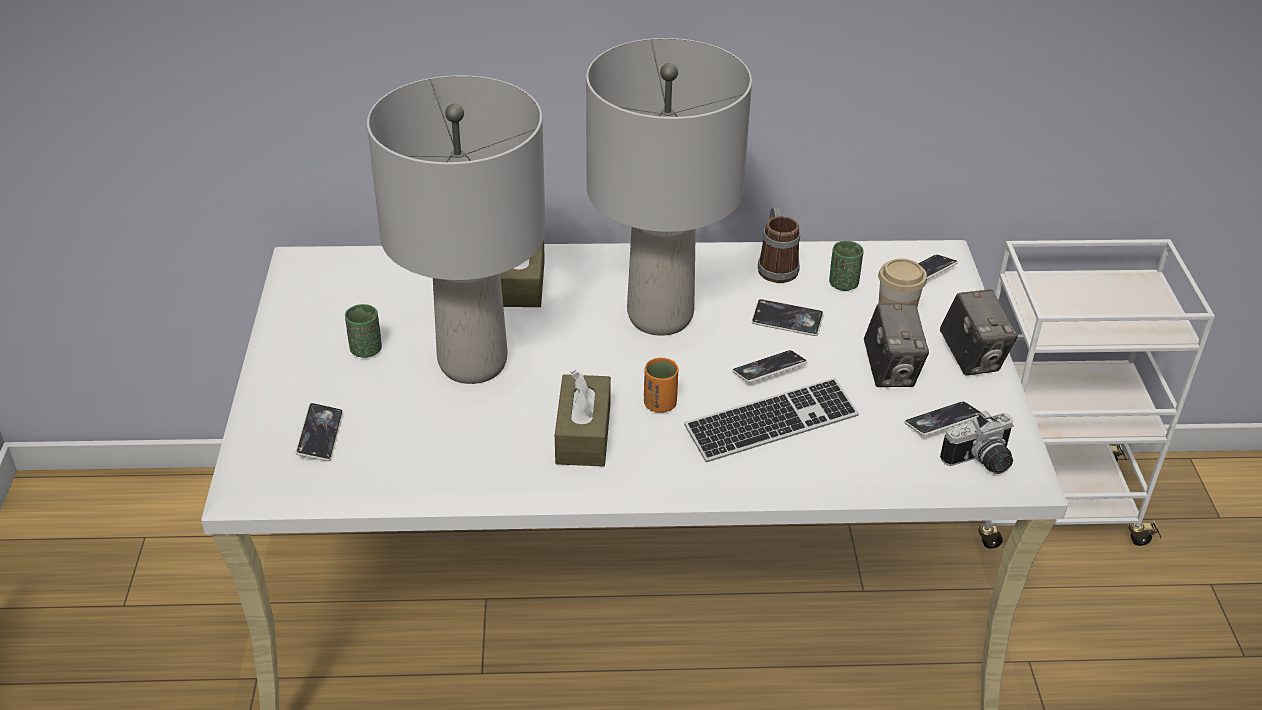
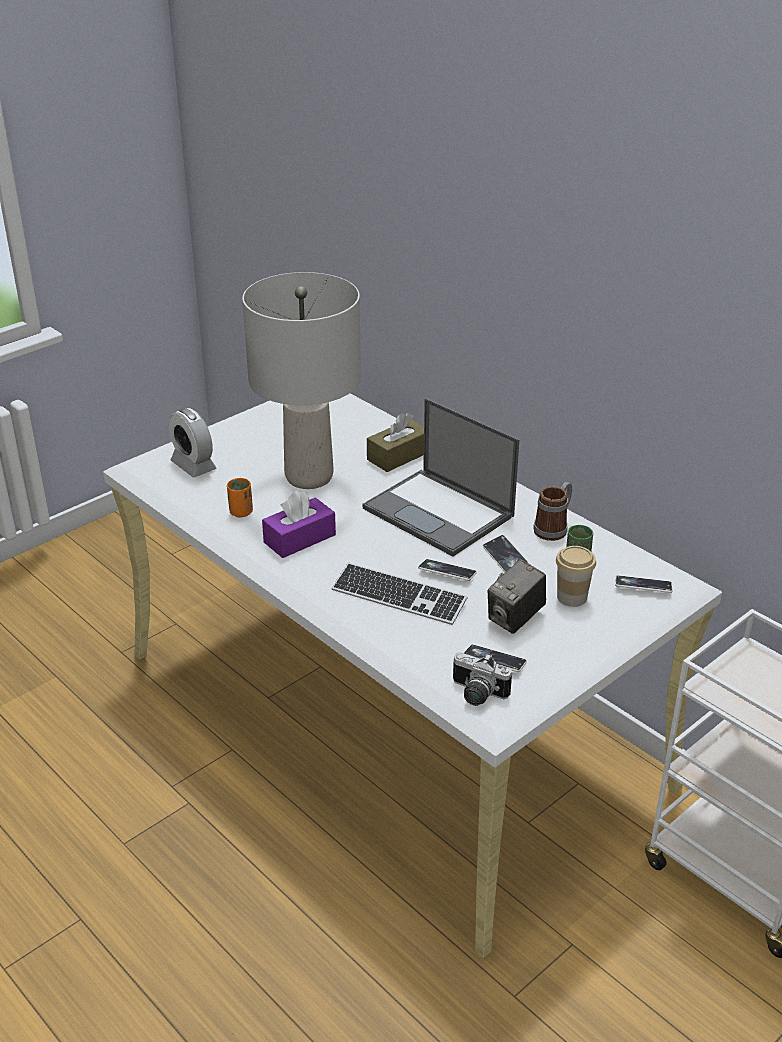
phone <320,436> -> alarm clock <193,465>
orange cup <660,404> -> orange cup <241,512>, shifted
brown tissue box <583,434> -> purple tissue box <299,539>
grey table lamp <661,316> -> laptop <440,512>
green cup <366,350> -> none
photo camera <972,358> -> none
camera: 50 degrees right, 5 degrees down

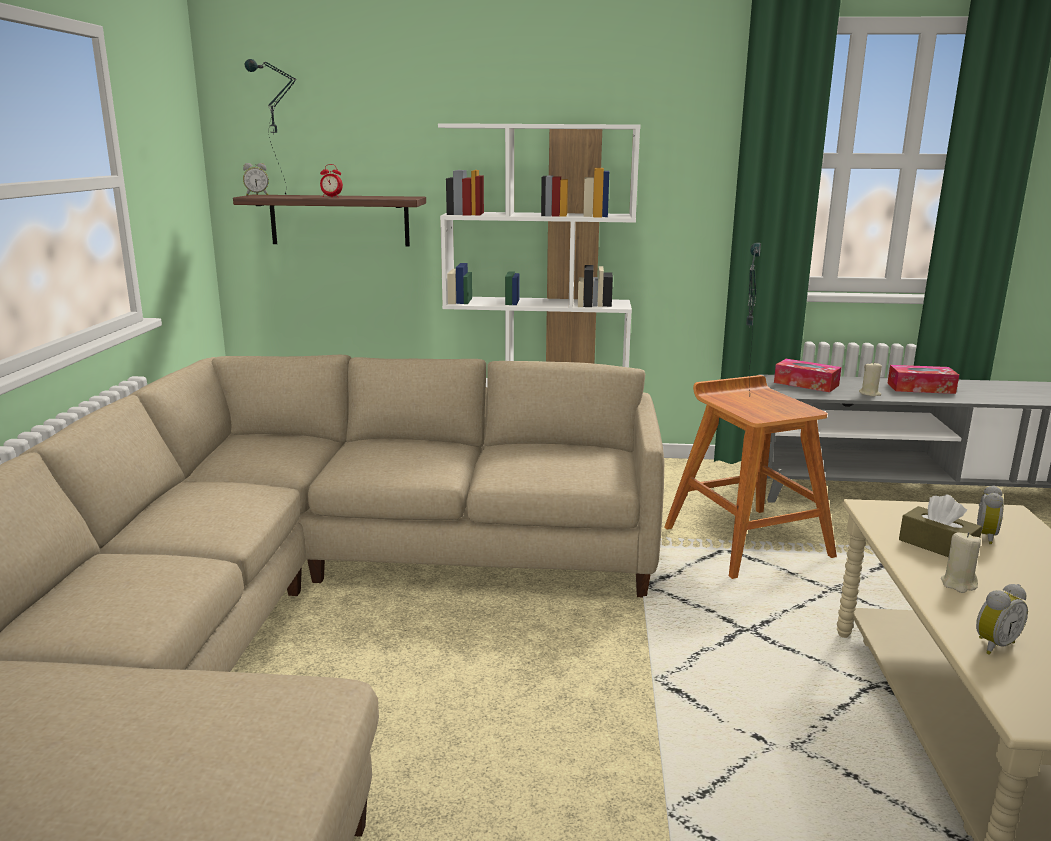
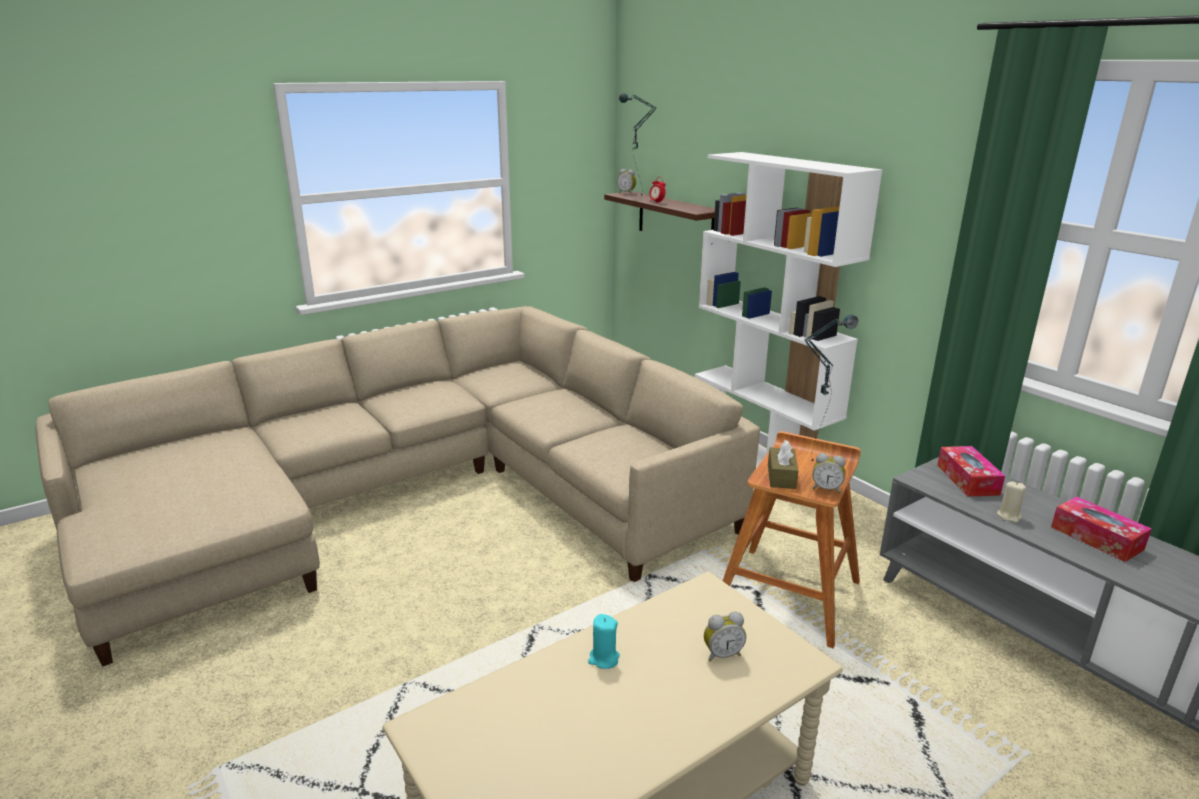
beige candle <958,584> -> turquoise candle <603,659>
brown tissue box <937,546> -> brown tissue box <781,476>, shifted
alarm clock <992,644> -> alarm clock <826,489>, shifted
camera: 50 degrees right, 5 degrees up

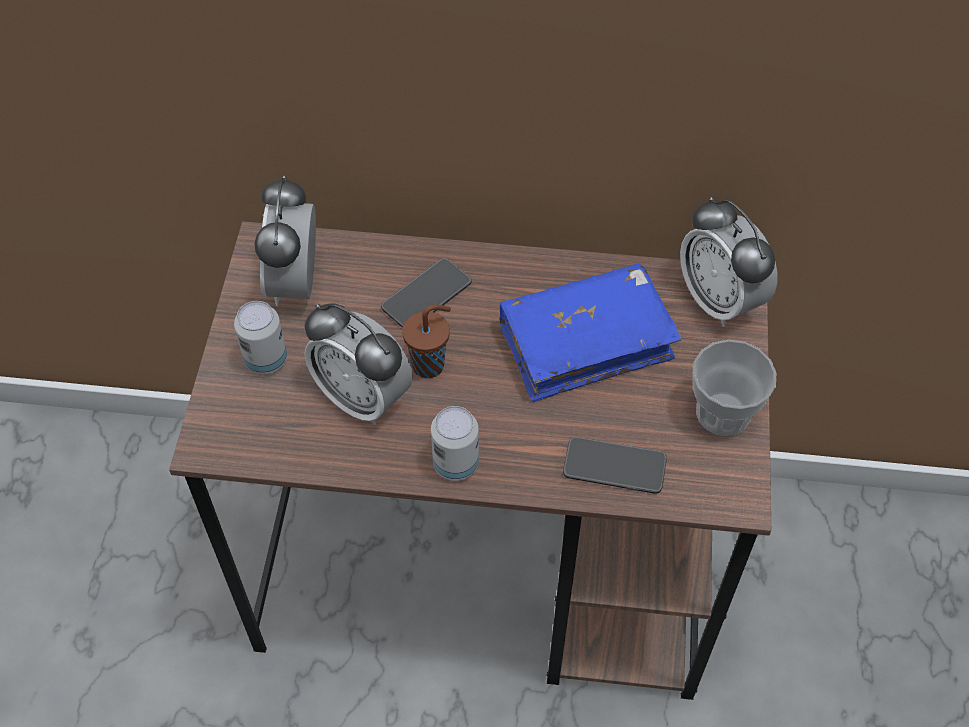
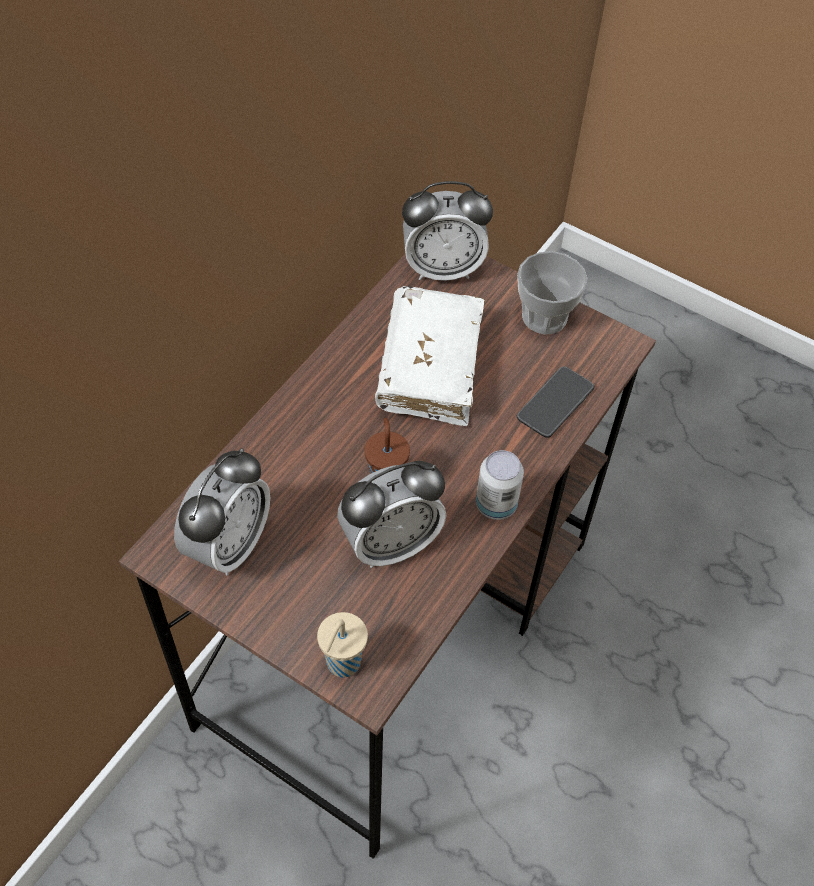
alarm clock <295,283> -> alarm clock <229,545>, 90 degrees counterclockwise
none -> beige cup <342,664>
blue book <586,342> -> white book <430,367>
can <266,360> -> none
phone <426,295> -> none
camera: 65 degrees left, 0 degrees up

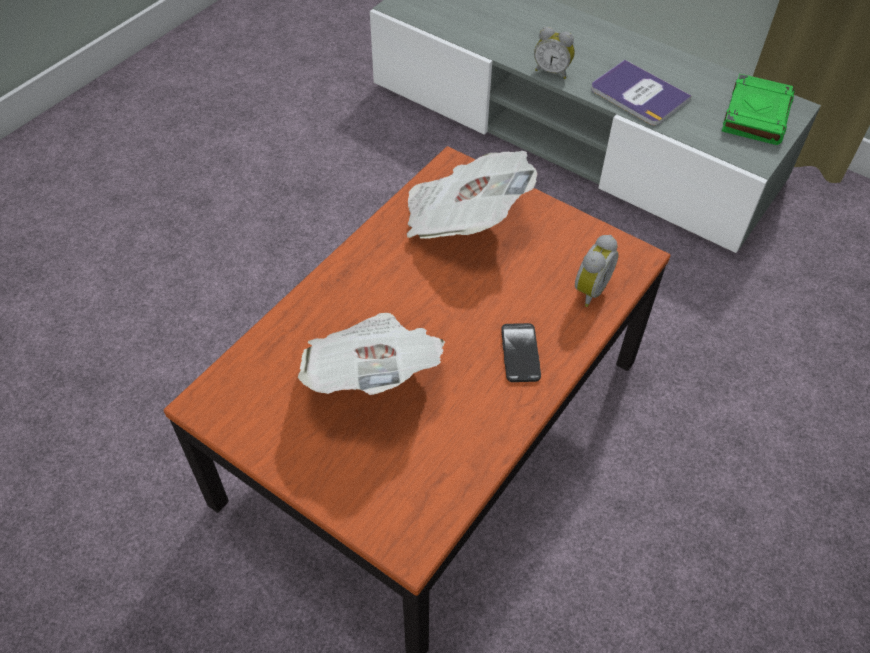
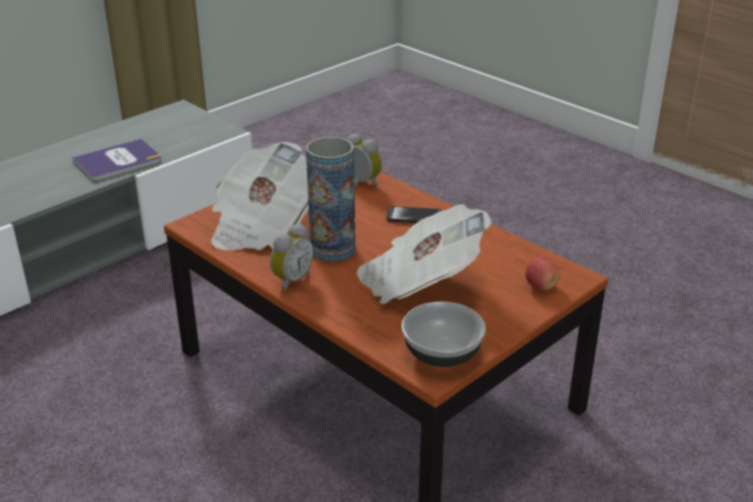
alarm clock <552,71> -> alarm clock <290,280>, shifted
none -> vase <332,249>
none -> bowl <443,354>
none -> apple <541,286>
green book <756,114> -> none
camera: 80 degrees left, 20 degrees down

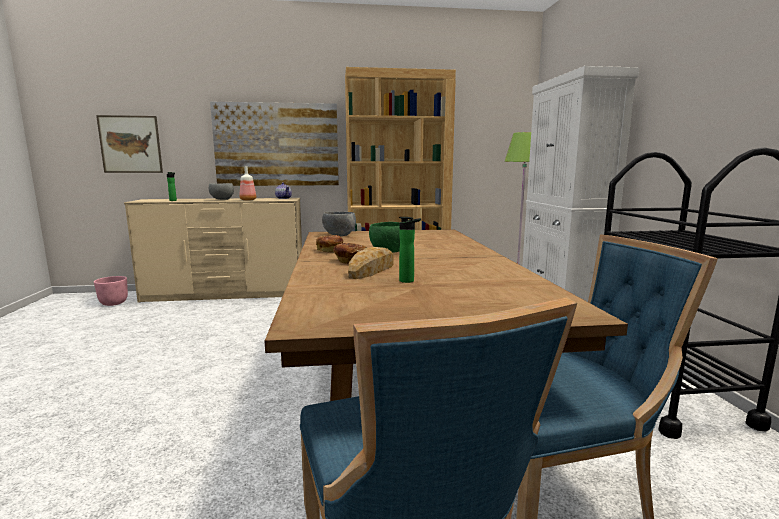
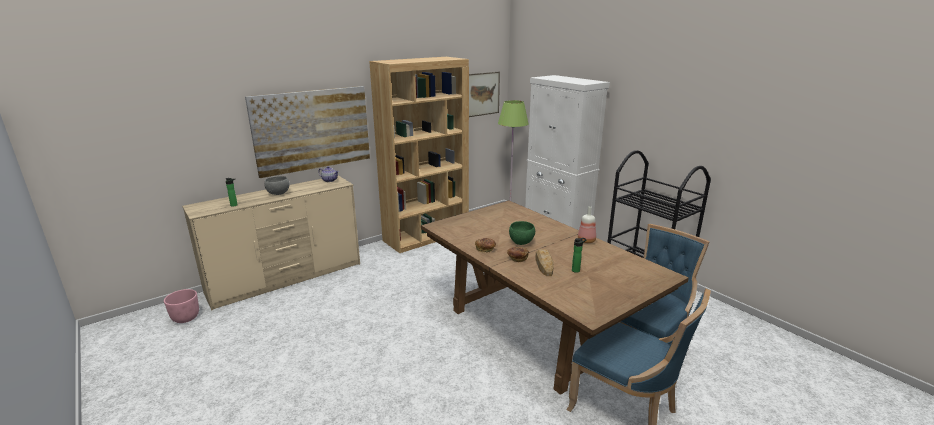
picture <130,144> -> picture <482,94>, shifted
bottle <248,200> -> bottle <587,241>, shifted
grey bowl <339,235> -> none
camera: 30 degrees left, 10 degrees up

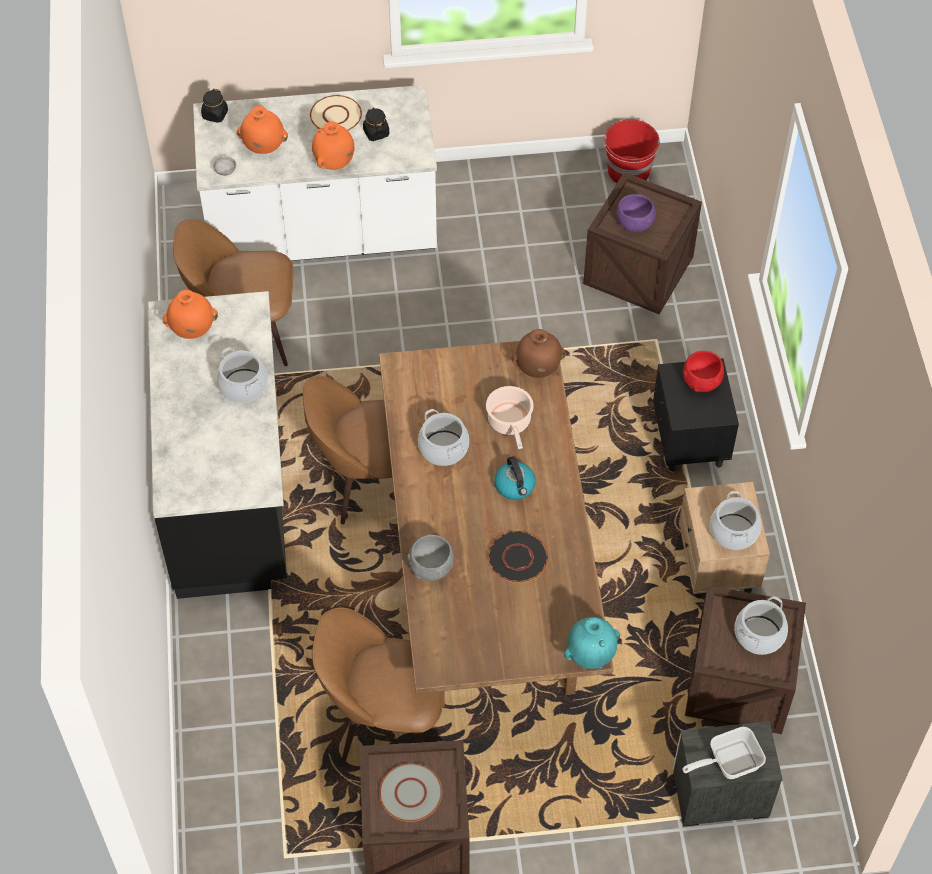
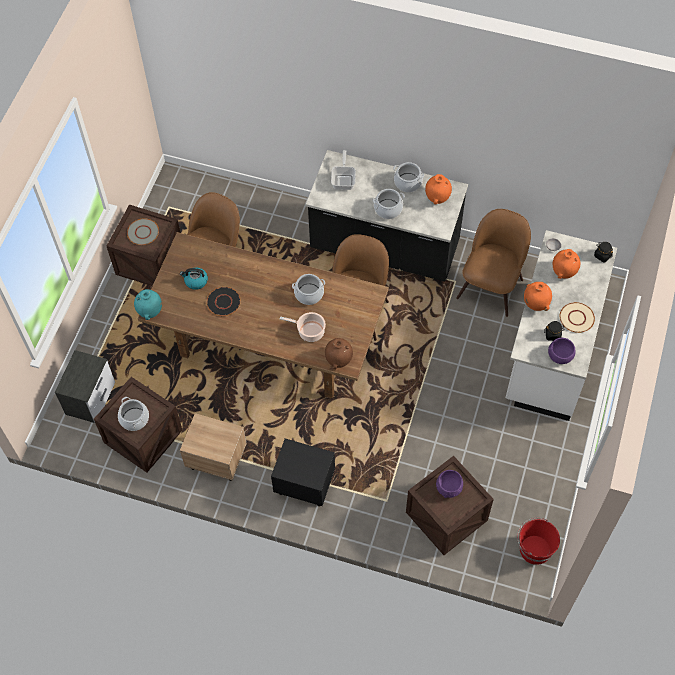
kettle <515,486> -> kettle <195,281>, shifted
frying pan <728,762> -> frying pan <344,179>, shifted
cooking pot <734,531> -> cooking pot <408,183>, shifted
none -> purple bowl <560,356>
grey bowl <432,567> -> none
red bowl <702,381> -> none
camera: 115 degrees right, 5 degrees up

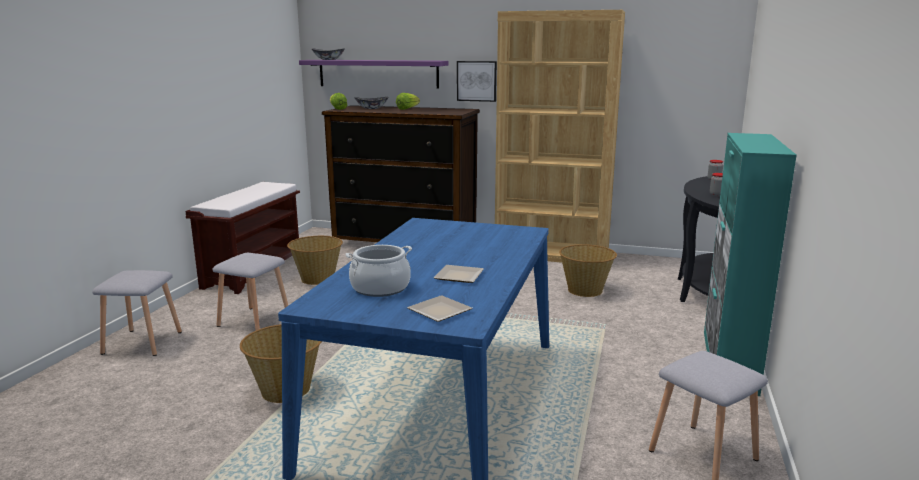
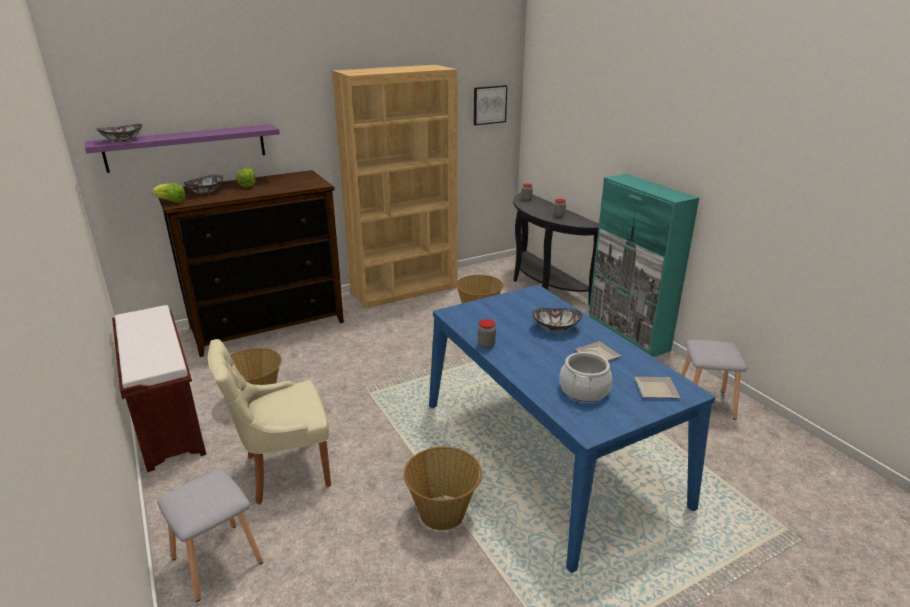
grey stool <254,320> -> beige chair <284,471>
picture <476,81> -> picture <489,105>, shifted
none -> jar <486,345>
none -> bowl <555,328>
camera: 45 degrees left, 10 degrees up

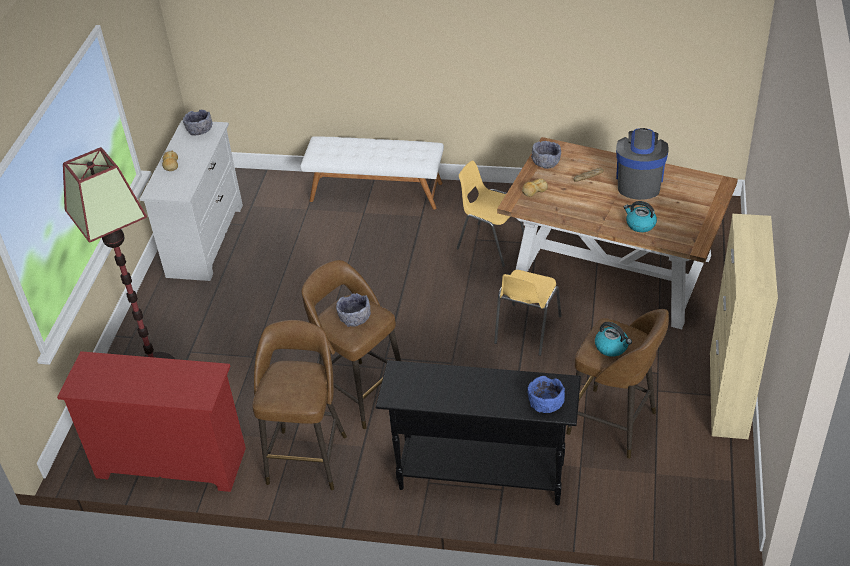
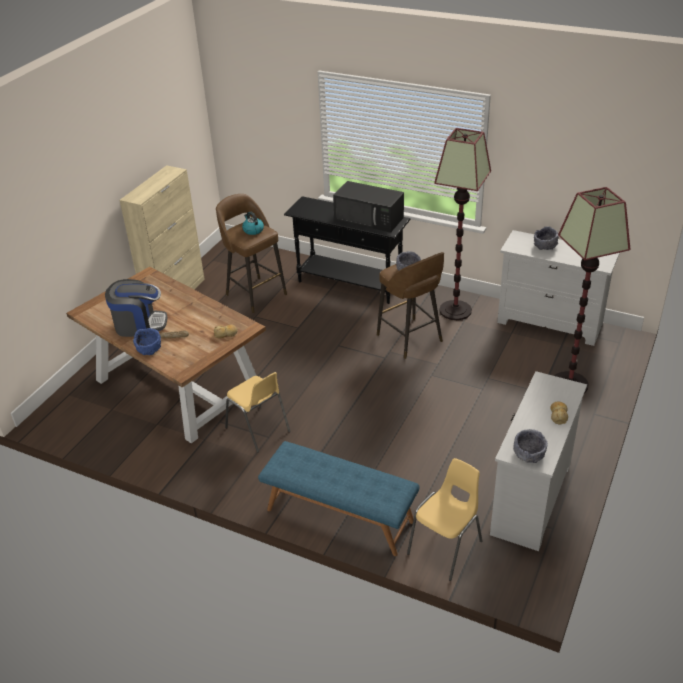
coffee machine <639,181> -> coffee machine <139,325>, 120 degrees counterclockwise
blue bowl <545,403> -> blue bowl <149,349>, shifted
white bench <376,191> -> blue bench <339,516>
none -> black microwave <370,218>
yellow chair <526,330> -> yellow chair <446,547>, shifted
brown stool <308,457> -> floor lamp <455,310>
red dresser <170,462> -> white dresser <550,323>
grey bowl <546,162> -> grey bowl <545,246>, shifted
kettle <640,224> -> none
camera: 165 degrees left, 5 degrees down

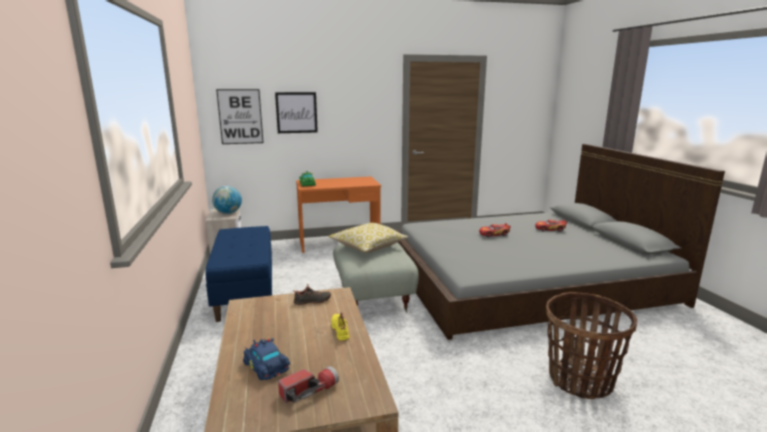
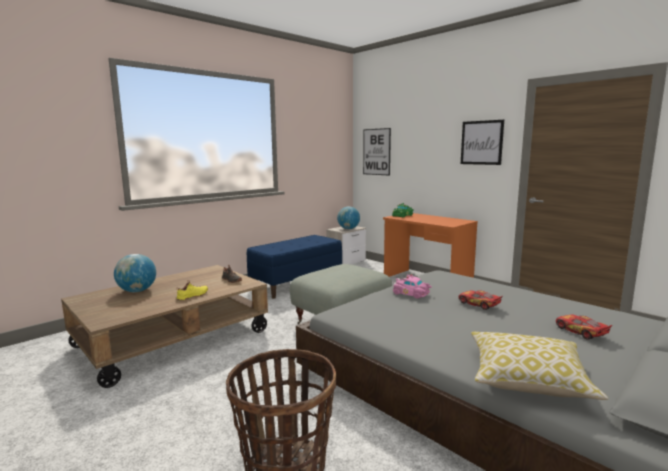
blue toy car <266,367> -> globe <137,291>
none -> pink toy car <411,294>
picture <296,112> -> picture <481,142>, shifted
pillow <368,246> -> pillow <527,379>, shifted
flashlight <309,391> -> none
camera: 60 degrees right, 5 degrees down

